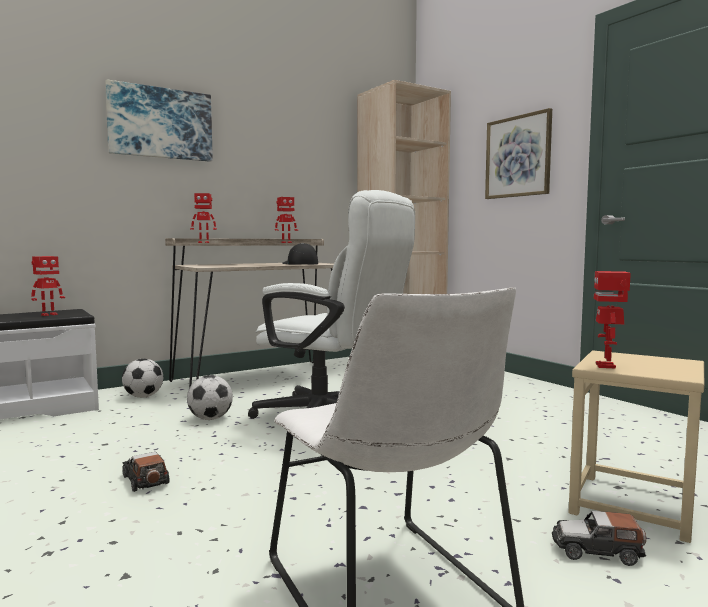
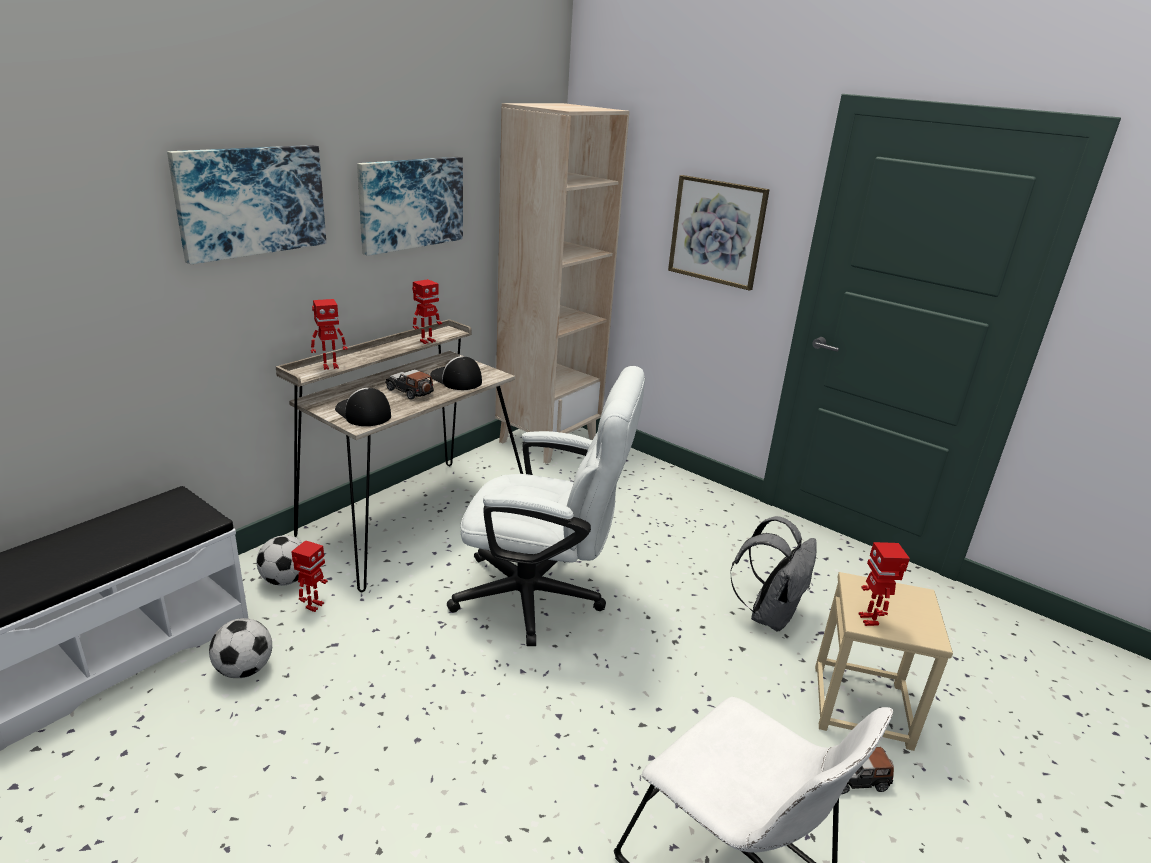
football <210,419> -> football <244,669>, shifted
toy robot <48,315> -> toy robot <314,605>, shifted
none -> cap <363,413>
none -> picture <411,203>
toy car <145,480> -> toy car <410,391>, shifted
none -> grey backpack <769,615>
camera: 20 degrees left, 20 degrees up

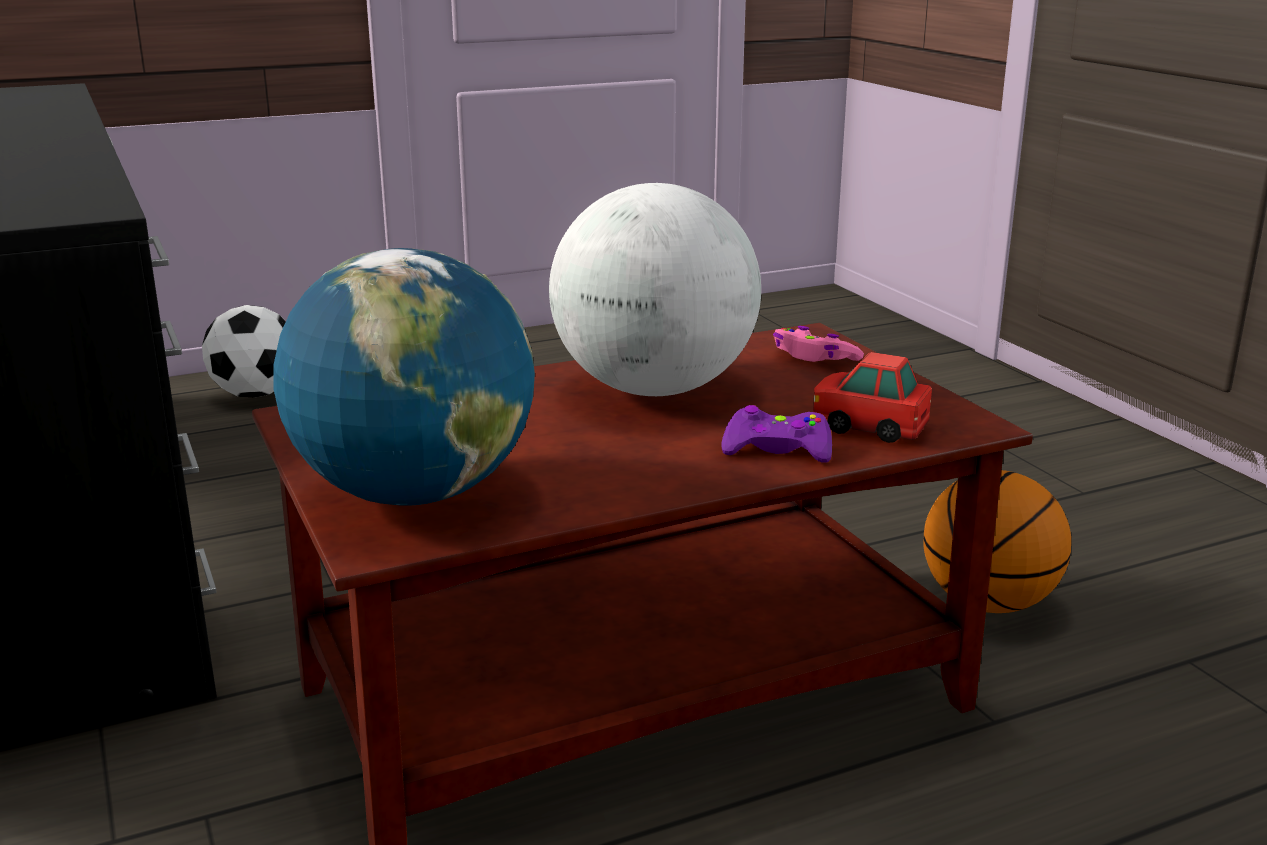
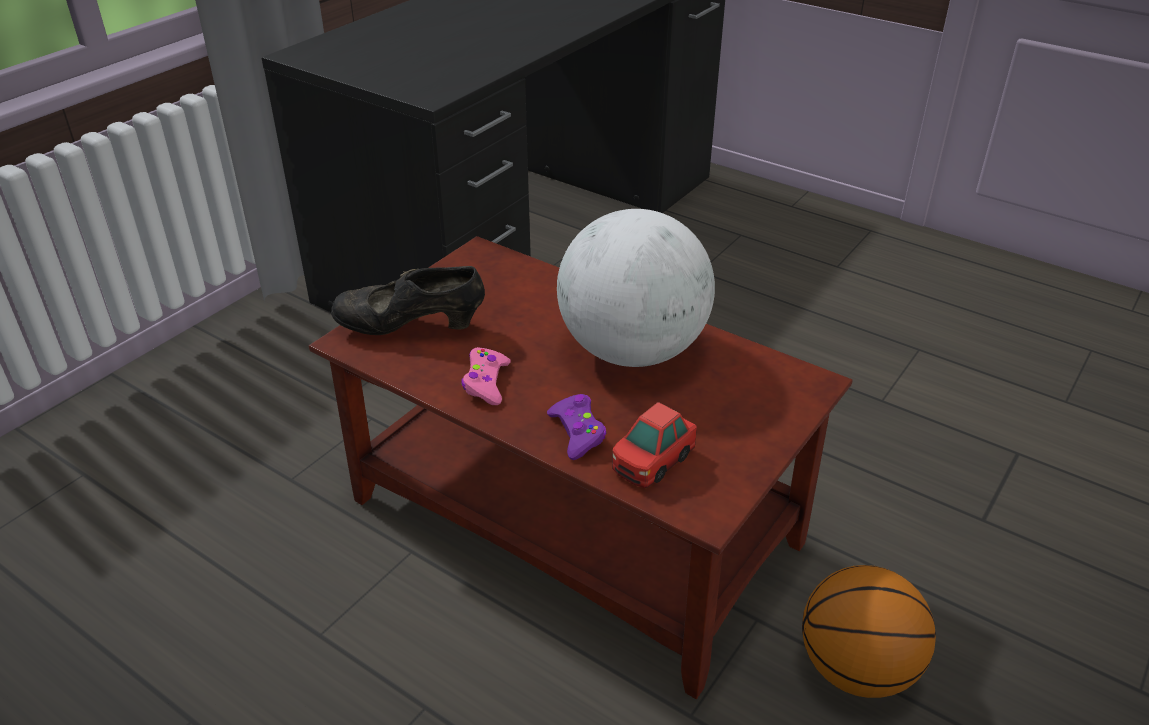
globe <414,494> -> black shoe <411,328>
pink game controller <814,357> -> pink game controller <486,383>, shifted
toy car <868,427> -> toy car <652,462>, 135 degrees counterclockwise
football <255,394> -> none
camera: 60 degrees right, 15 degrees up

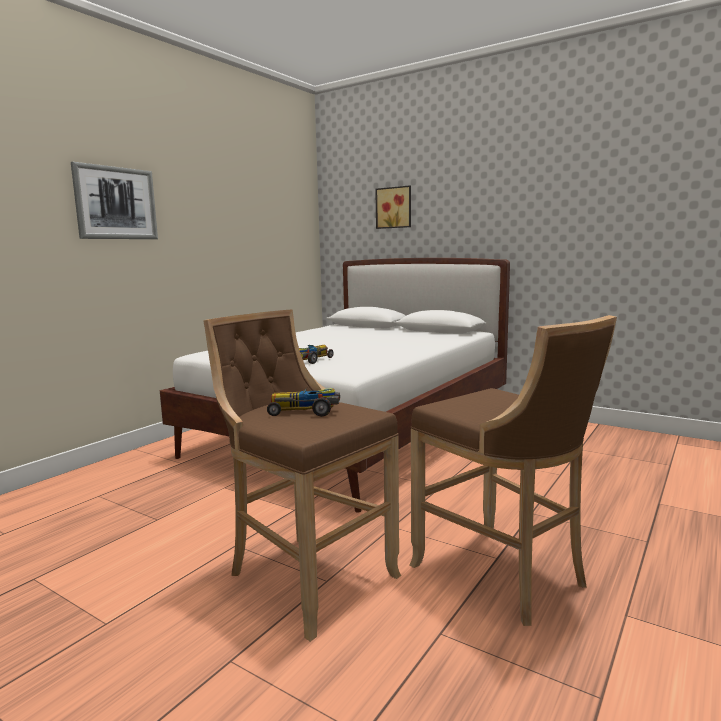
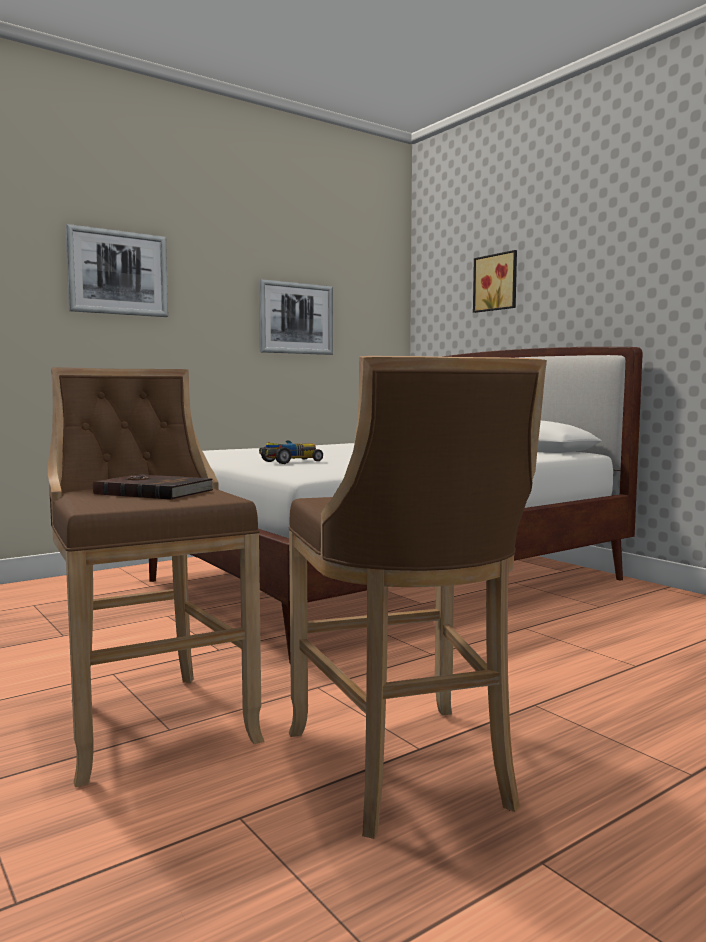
toy car <305,411> -> brown book <154,492>
none -> picture <296,318>
camera: 20 degrees right, 5 degrees down

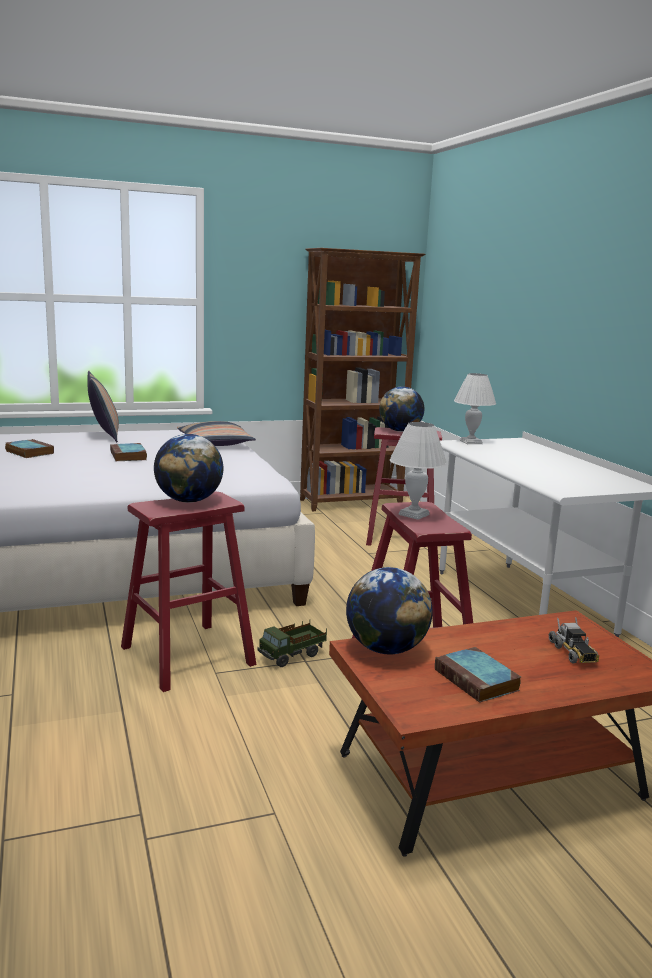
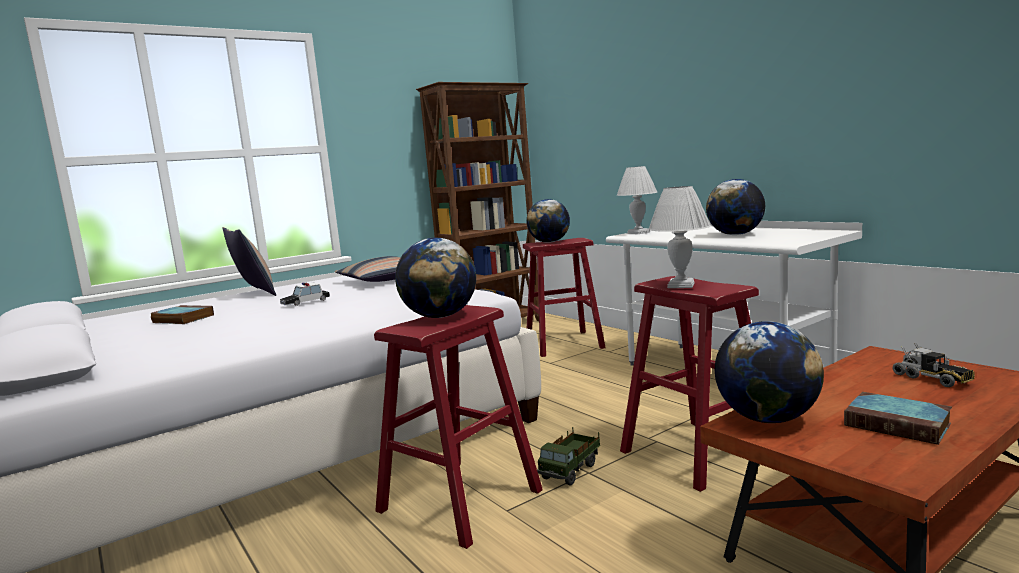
book <129,456> -> toy car <305,302>
none -> globe <735,235>
camera: 15 degrees left, 5 degrees down

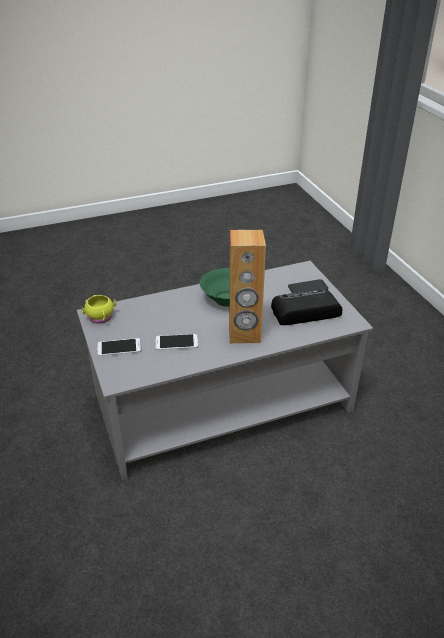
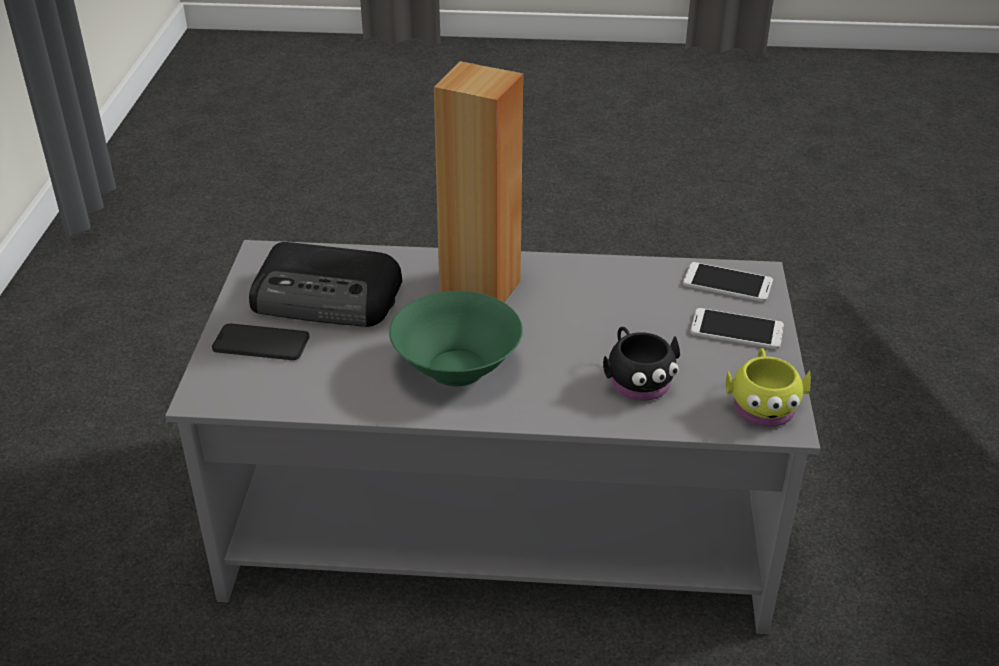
none -> black mug <637,380>
phone <176,342> -> phone <727,283>, shifted
camera: 155 degrees left, 0 degrees up

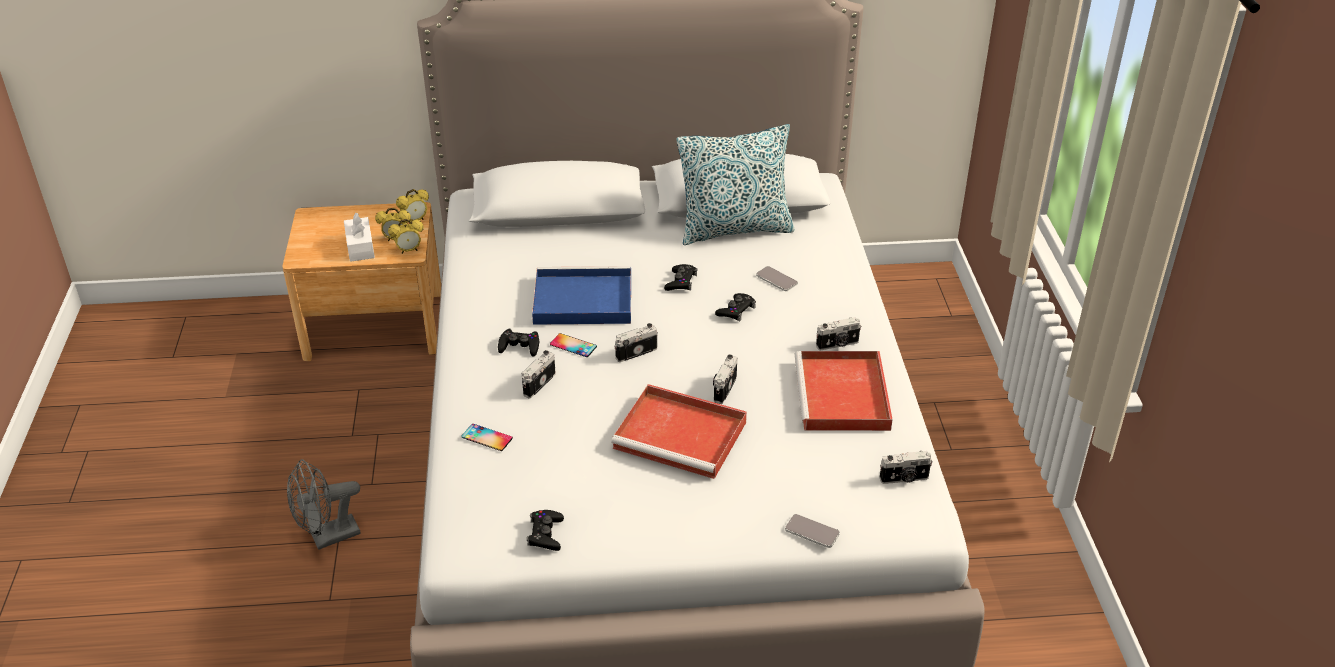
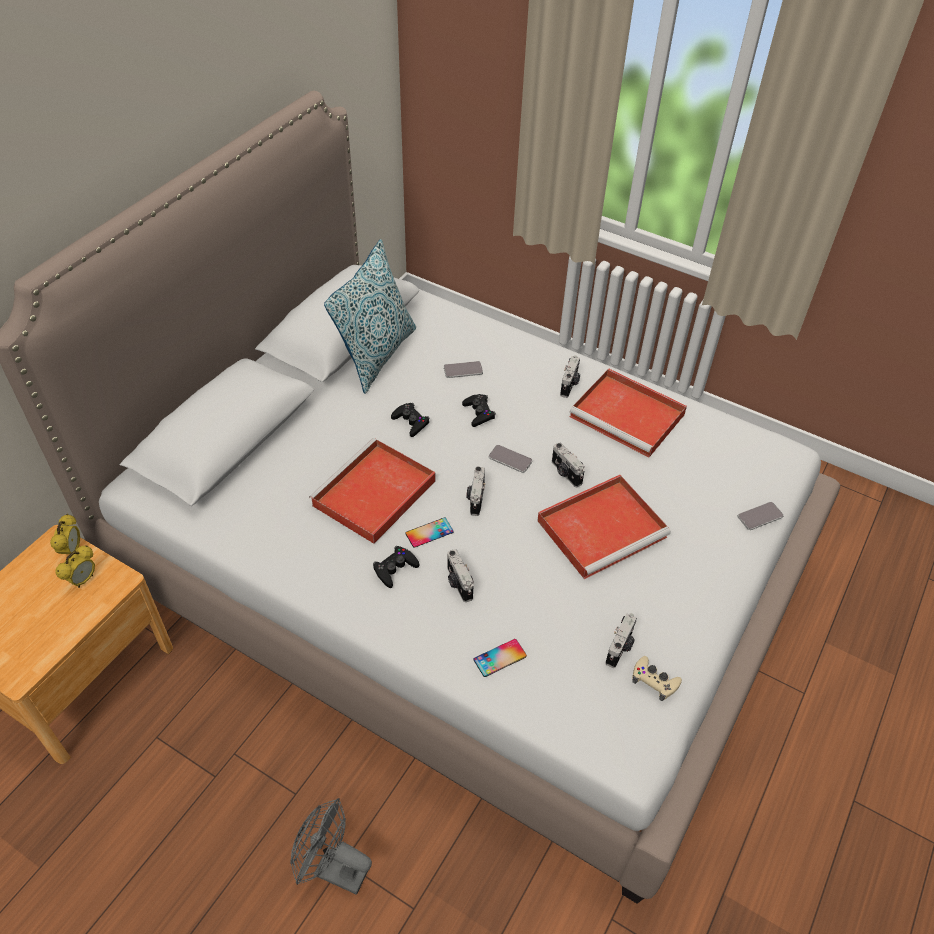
grey fan <328,537> -> grey fan <333,869>, 105 degrees clockwise
blue tray <580,300> -> red tray <373,495>
none -> phone <510,459>
photo camera <904,479> -> photo camera <620,648>, shifted
black game controller <545,534> -> beige game controller <654,681>
white tissue box <360,247> -> none
alarm clock <409,250> -> none
camera: 55 degrees left, 10 degrees up

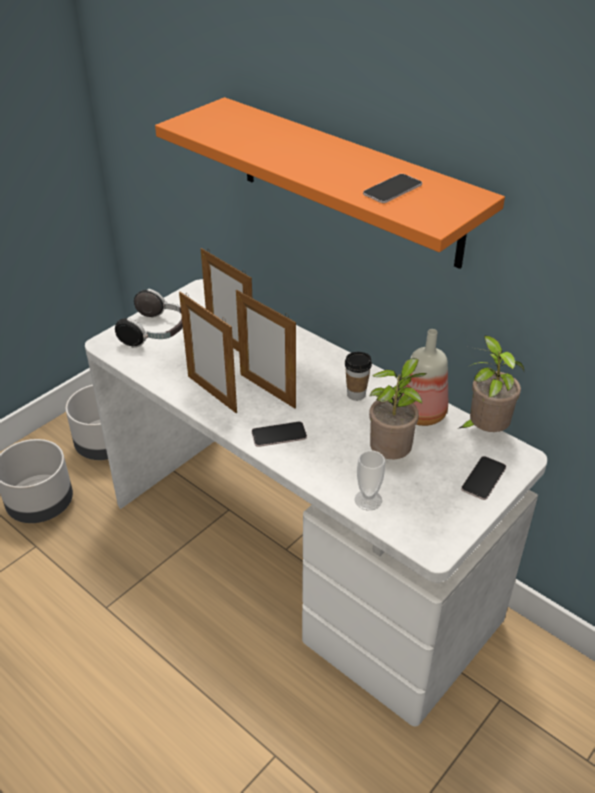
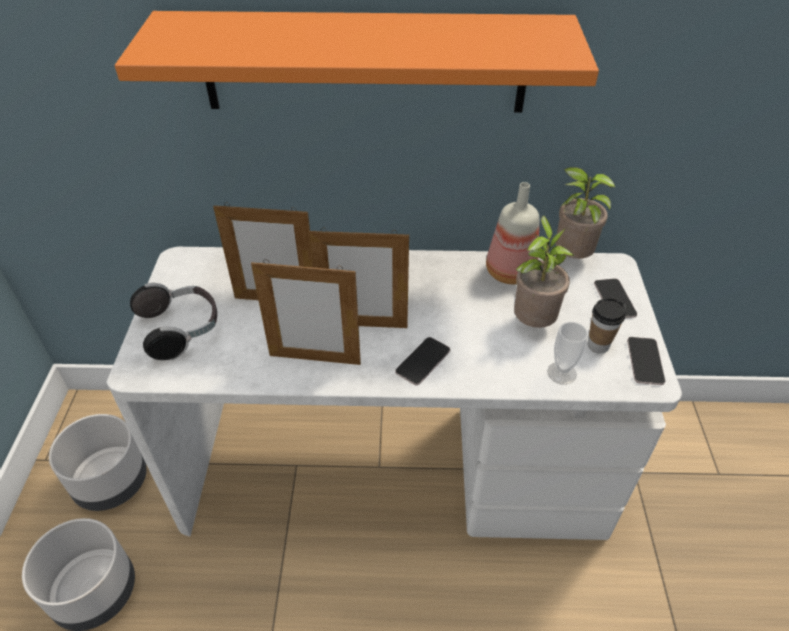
cup <356,394> -> cup <598,345>, shifted
phone <392,189> -> phone <645,361>, shifted
camera: 40 degrees left, 5 degrees up

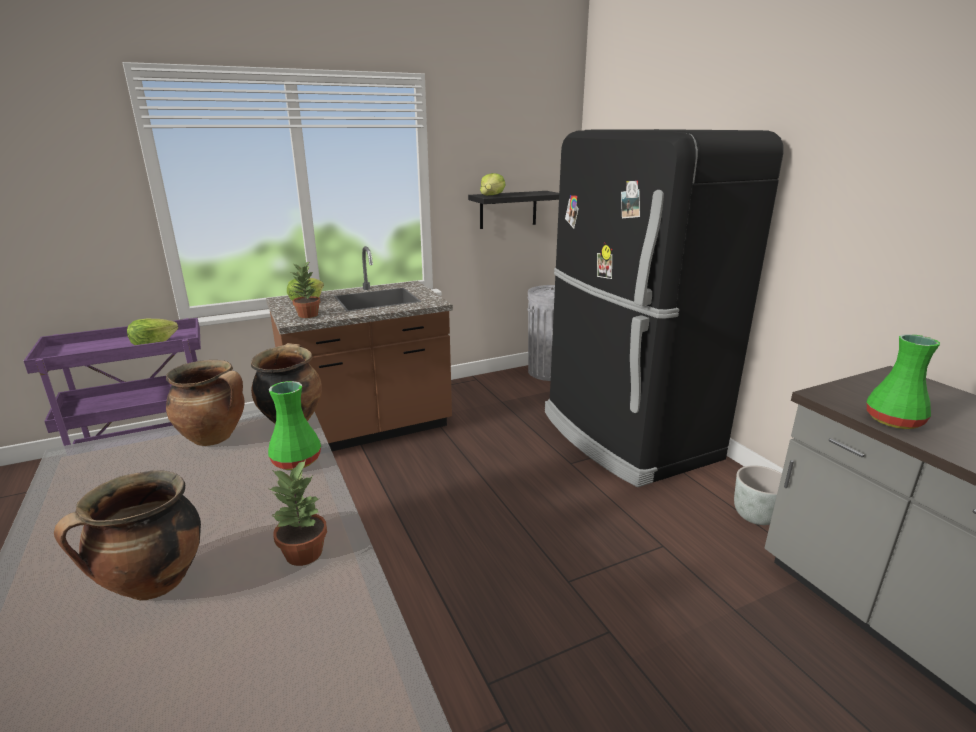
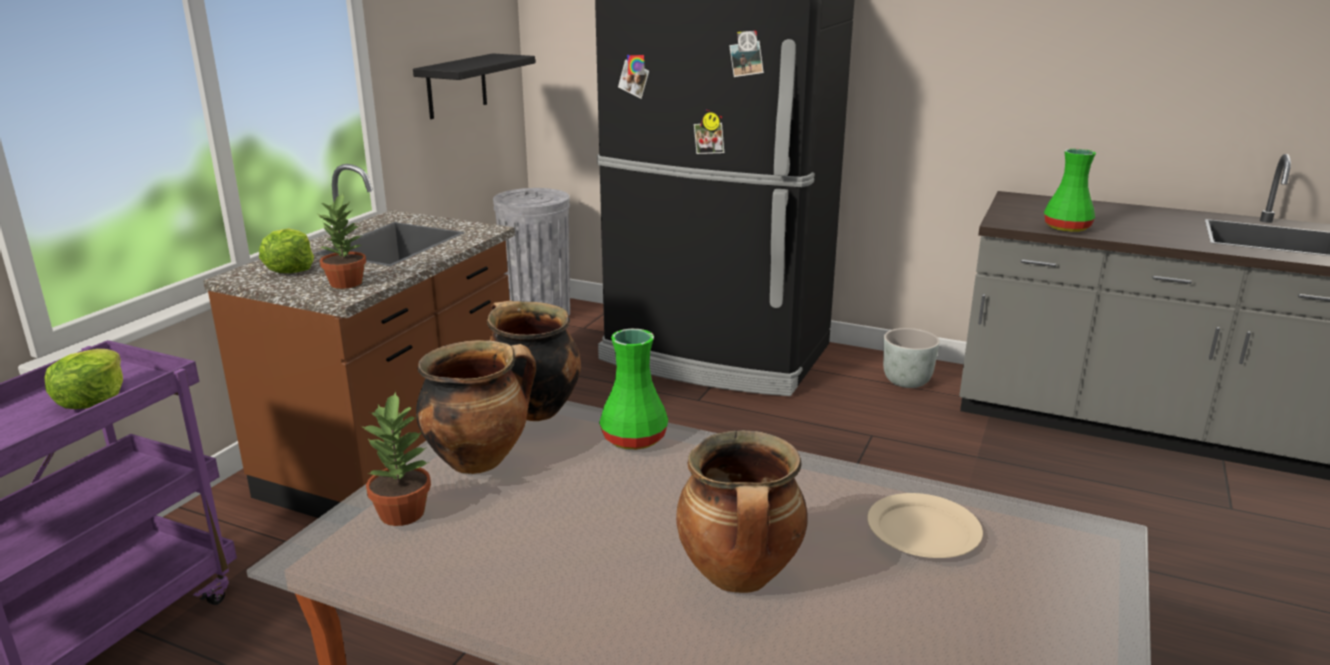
potted plant <305,553> -> potted plant <403,513>, shifted
none -> beige plate <922,530>
lettuce <492,195> -> none
camera: 40 degrees left, 0 degrees up

